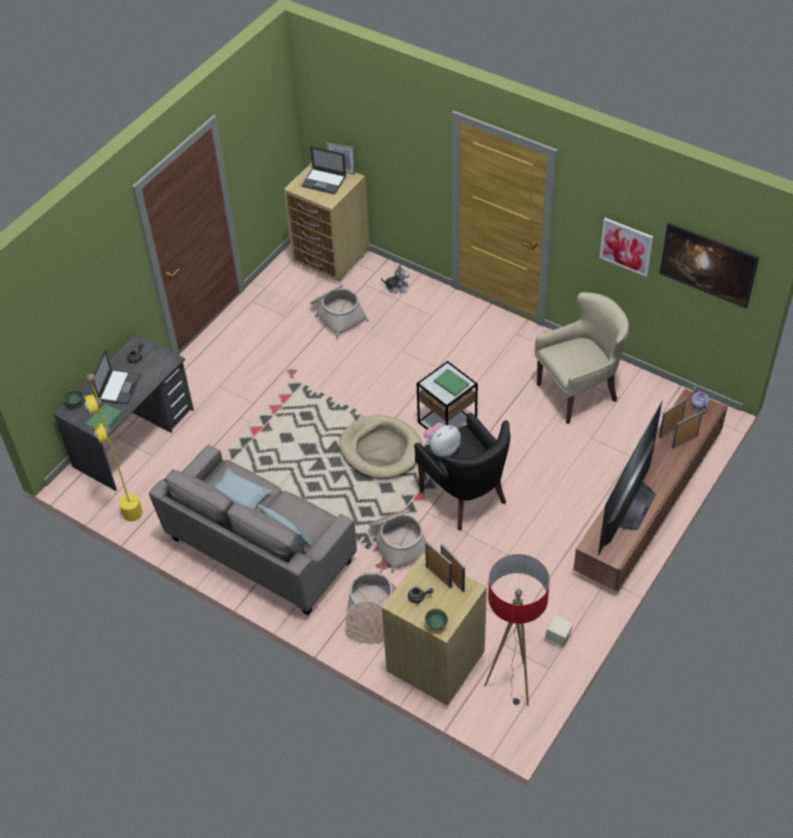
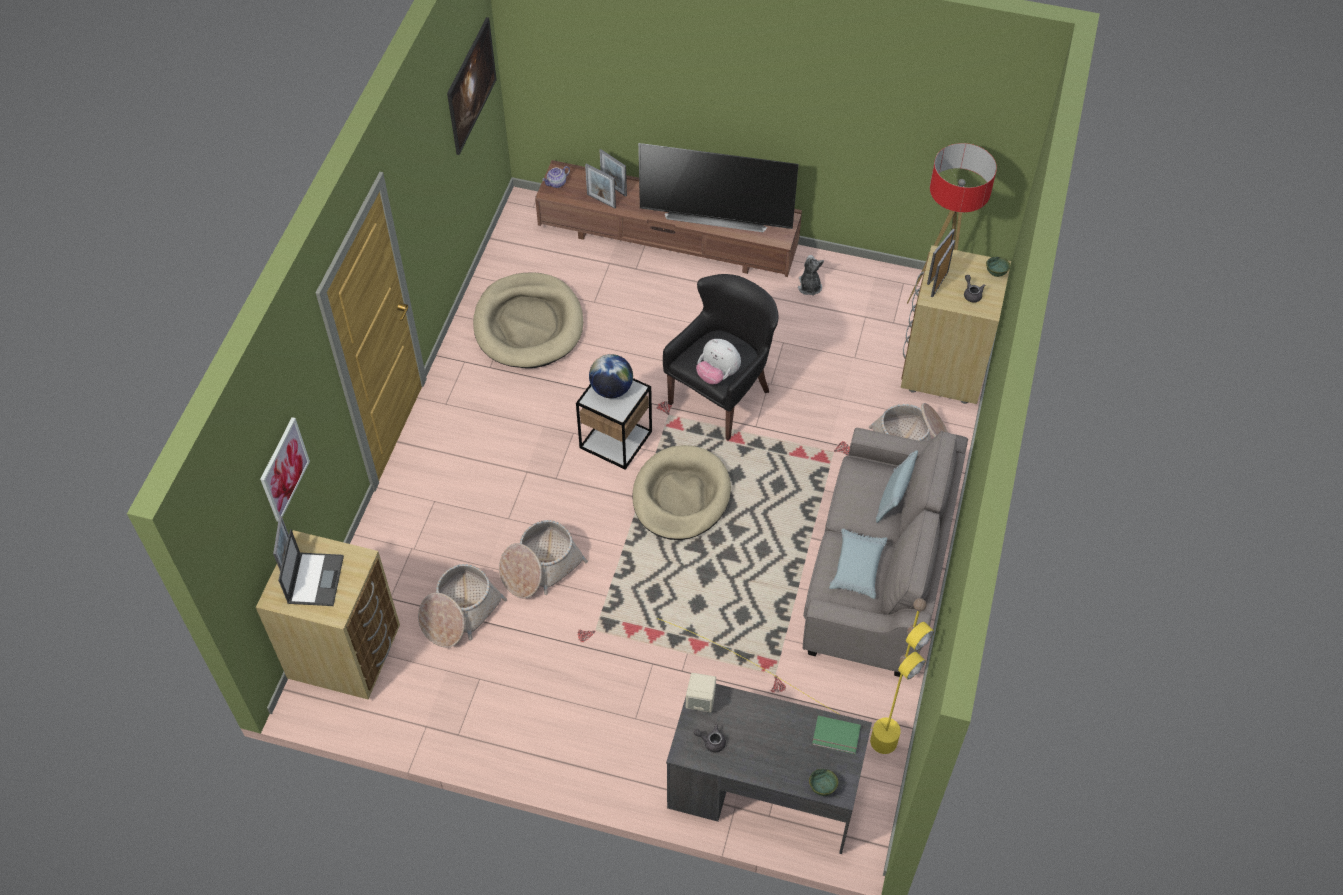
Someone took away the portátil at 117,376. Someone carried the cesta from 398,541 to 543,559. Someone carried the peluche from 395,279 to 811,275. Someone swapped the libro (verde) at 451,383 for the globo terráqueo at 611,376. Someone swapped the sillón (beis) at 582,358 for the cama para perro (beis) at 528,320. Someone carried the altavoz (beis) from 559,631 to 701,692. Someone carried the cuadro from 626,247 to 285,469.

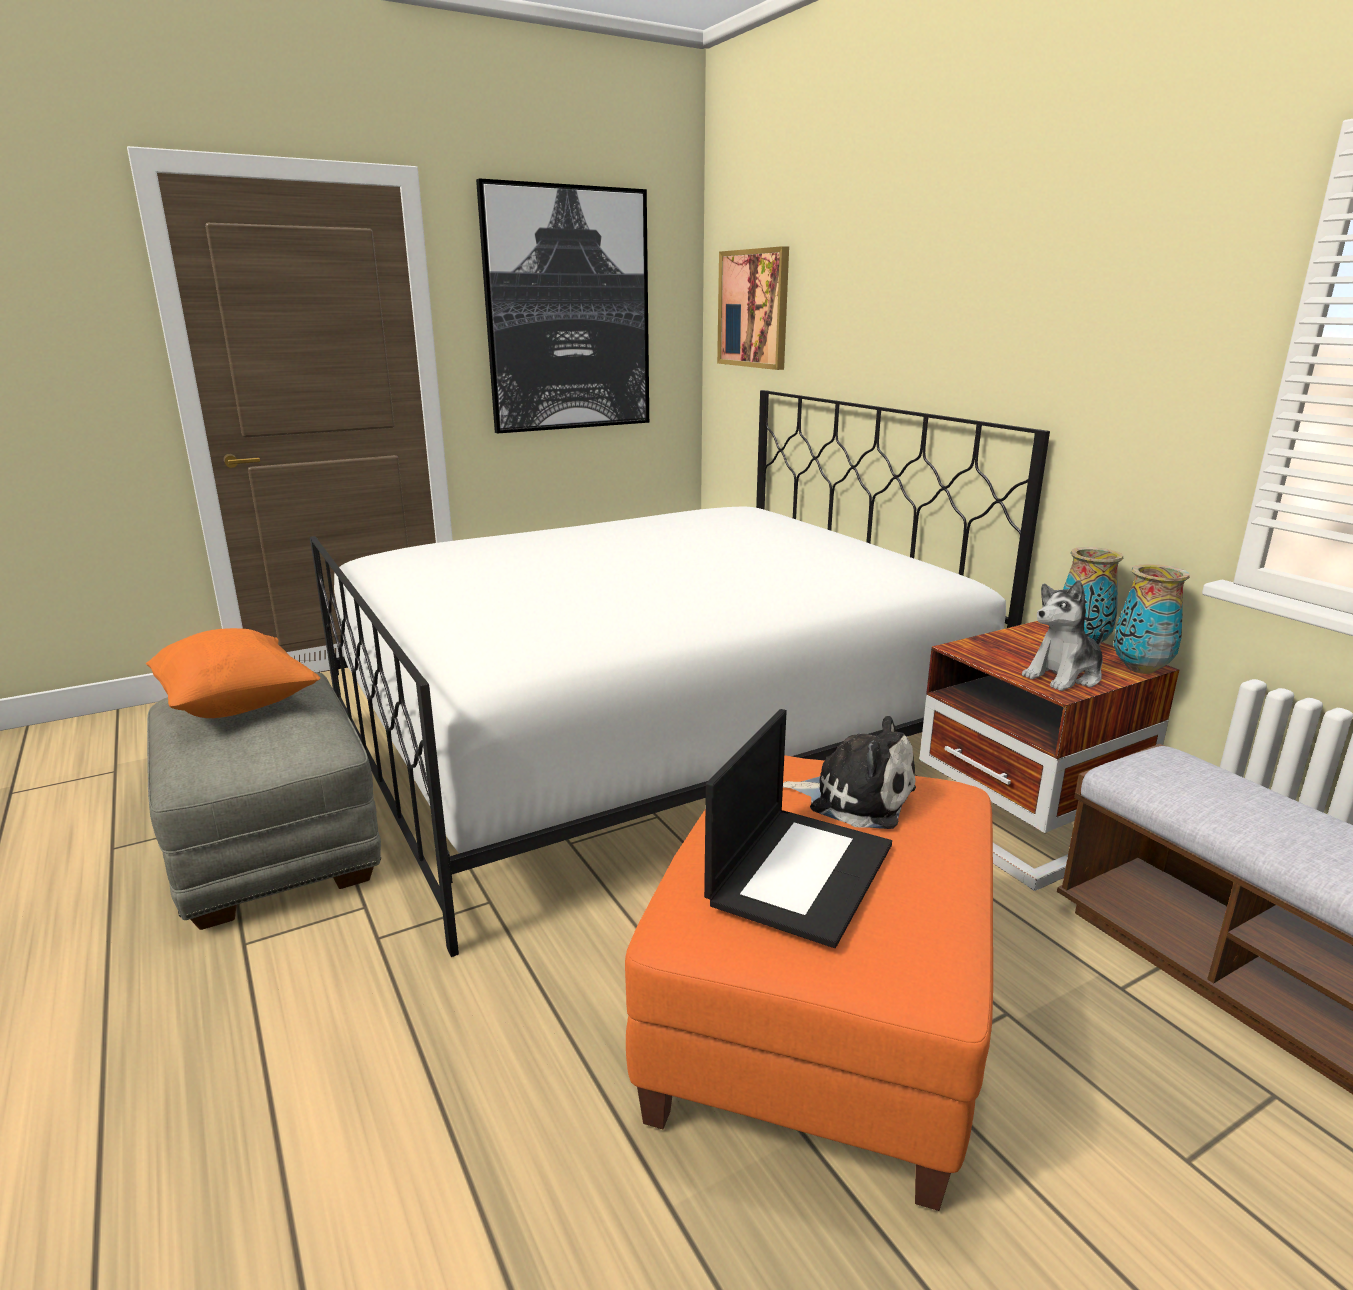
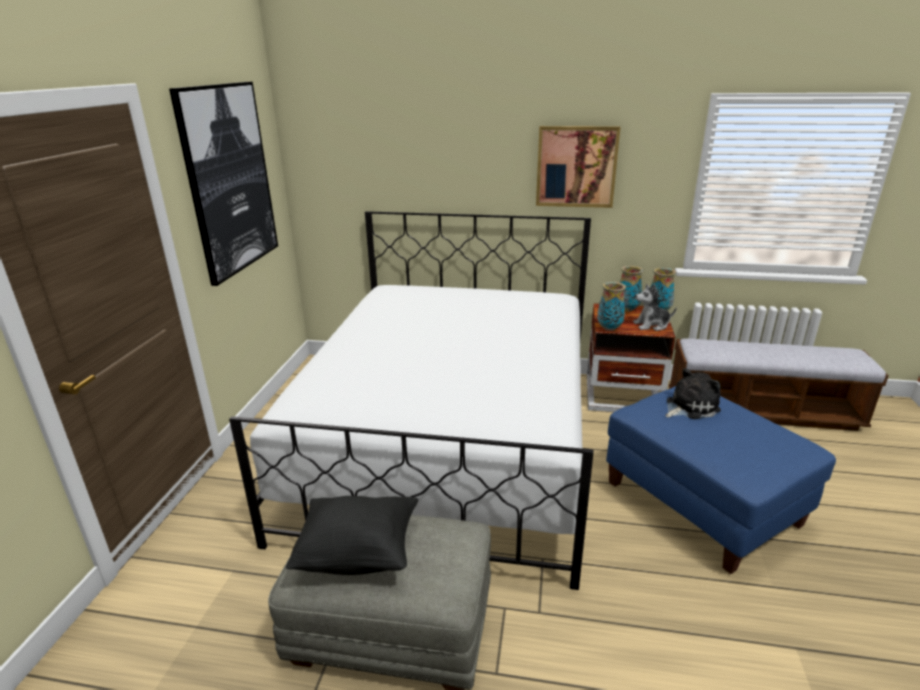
Someone repainted the cojín (naranja) at 233,673, which became the cojín (negro) at 352,535. Someone repainted the puf (naranja) at 809,983, which became the puf (azul) at 721,480. Someone took away the portátil at 798,828. Someone carried the cuadro from 753,308 to 578,167. Someone rotated the peluche at 1063,635 by 75 degrees clockwise. Someone put down the florero at 611,306.

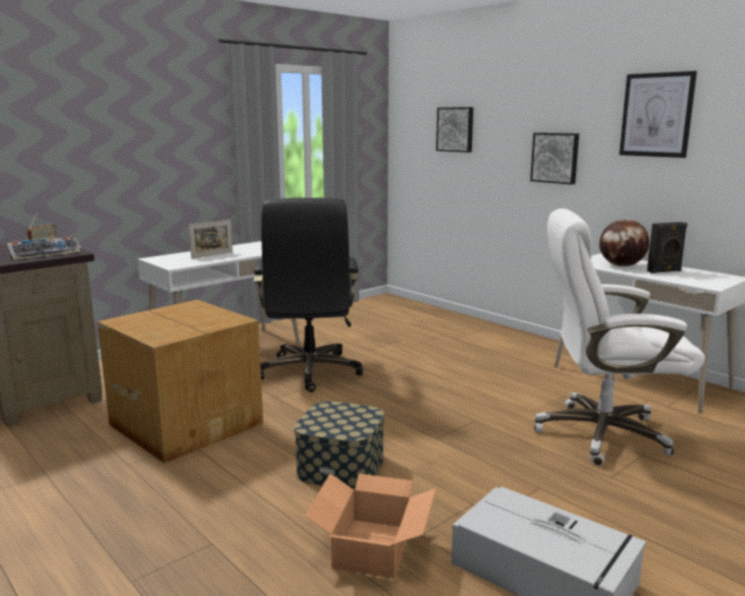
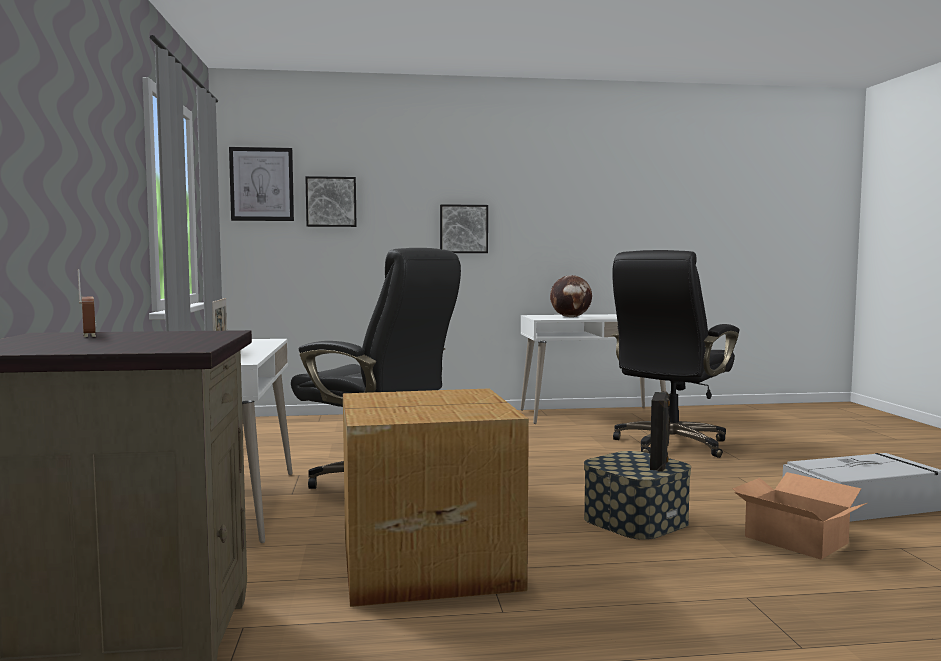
Someone took away the teclado at 44,248. Someone repainted the silla de oficina (blanco) at 620,337, which became the silla de oficina (negro) at 676,354. Someone carried the cuadro from 658,114 to 261,184. Someone carried the altavoz (negro) from 667,247 to 660,432.

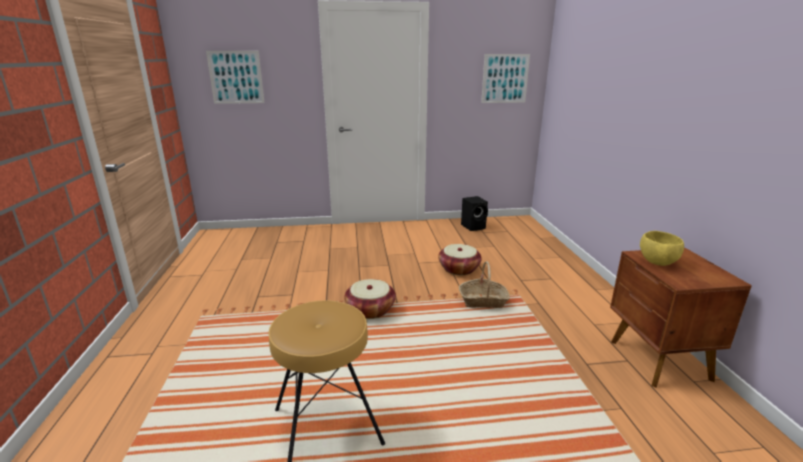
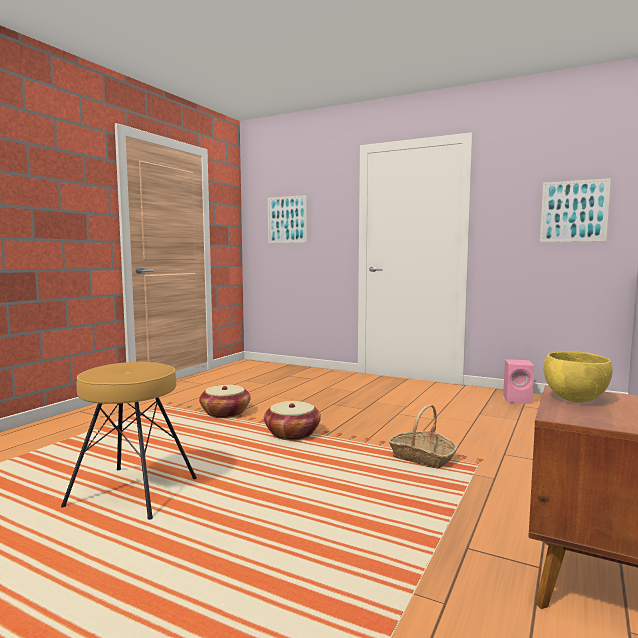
Someone carried the cesta from 460,259 to 225,401. Someone repainted the altavoz (negro) at 474,213, which became the altavoz (rosa) at 518,381.

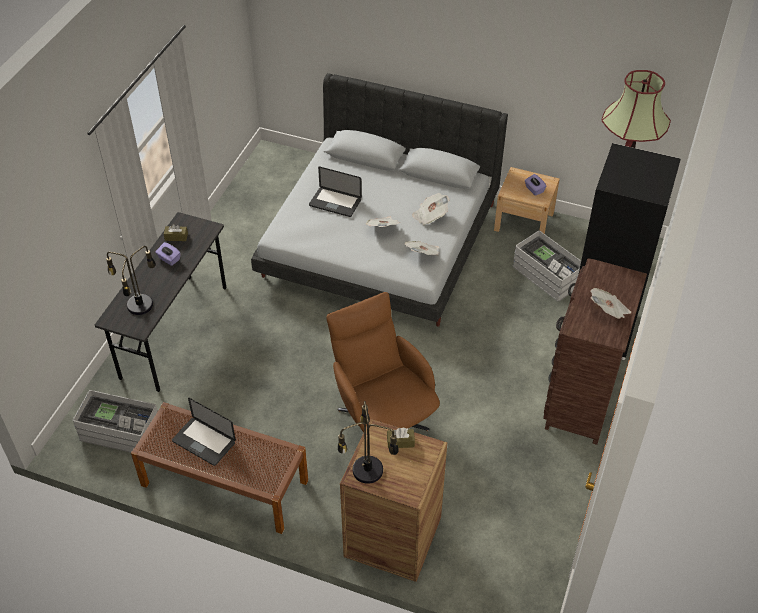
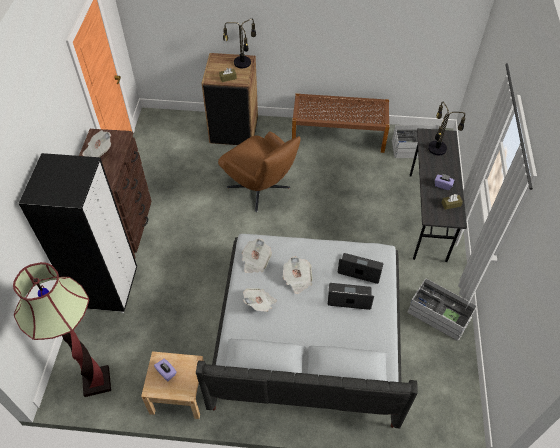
Someone carried the portátil from 204,432 to 360,268. Someone carried the caja de almacenaje (gris) from 547,266 to 442,310.

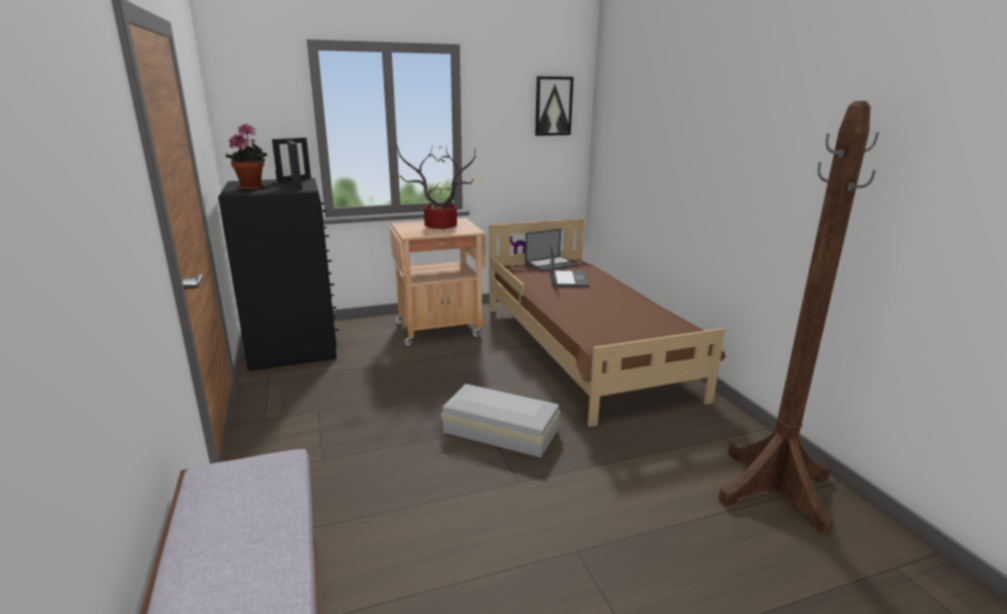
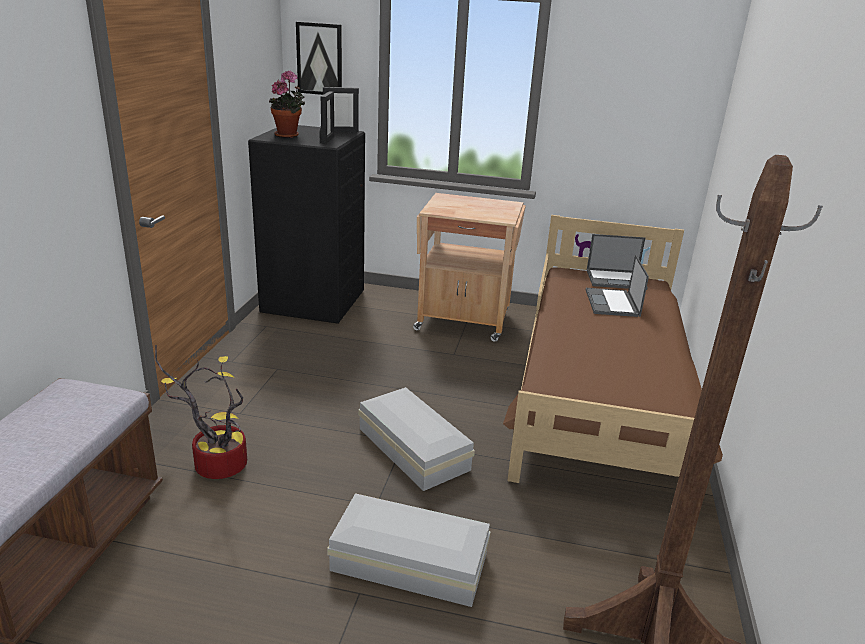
Someone carried the planta en maceta from 437,187 to 201,412. Someone carried the cuadro from 554,106 to 319,58. Someone rotated the portátil at 569,264 by 150 degrees clockwise. Someone put down the caja de almacenaje (blanco) at 409,550.

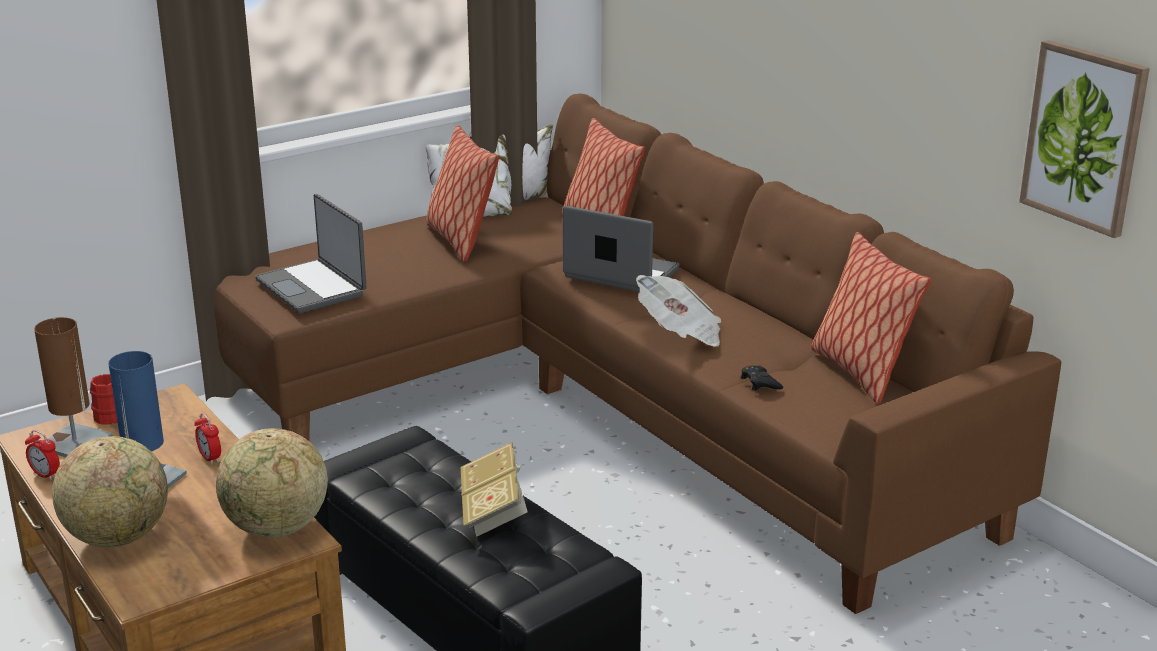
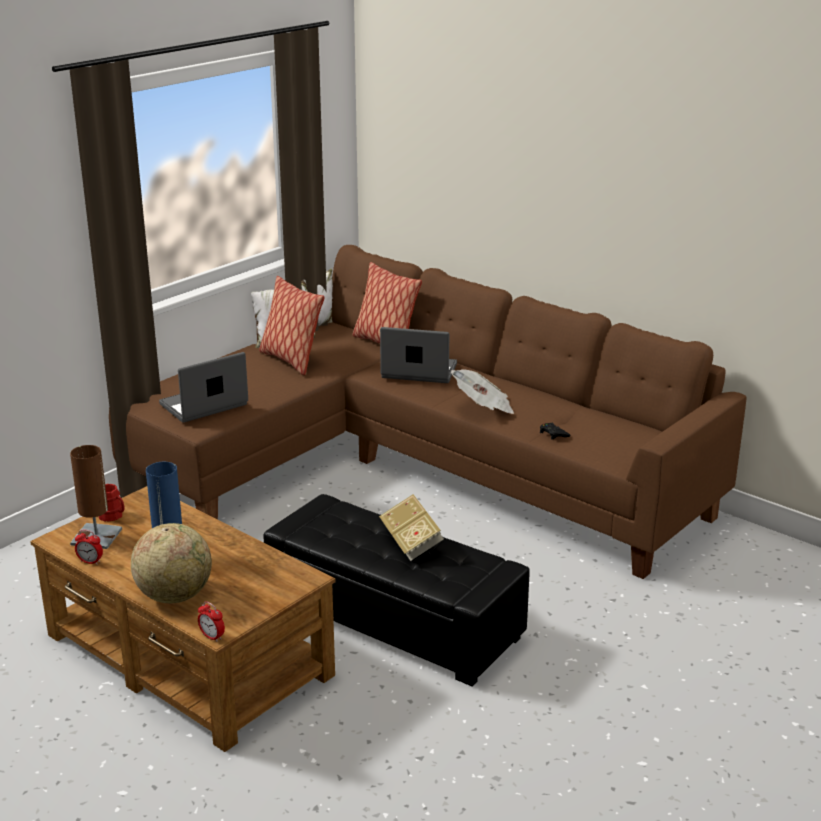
Someone carried the despertador from 207,438 to 211,621. Someone took away the globo terráqueo at 272,482. Someone rotated the portátil at 311,253 by 105 degrees clockwise. Someone took away the cojín at 871,318. Someone took away the cuadro at 1084,139.

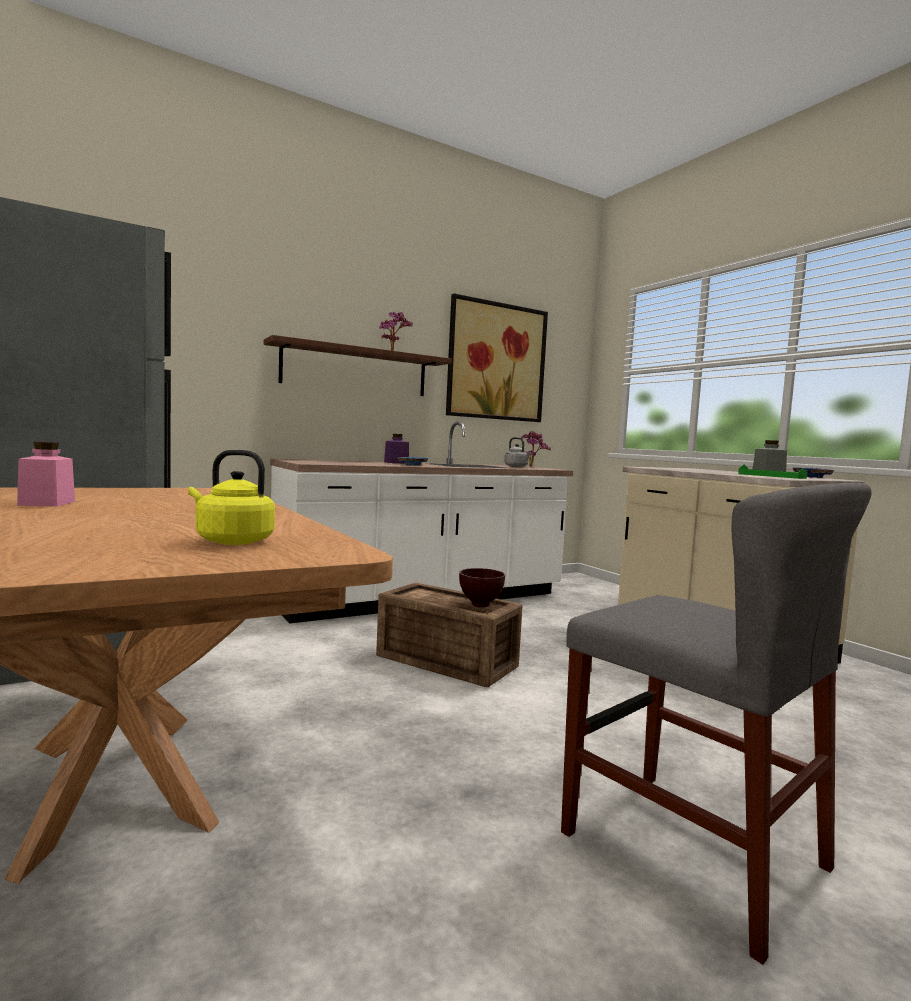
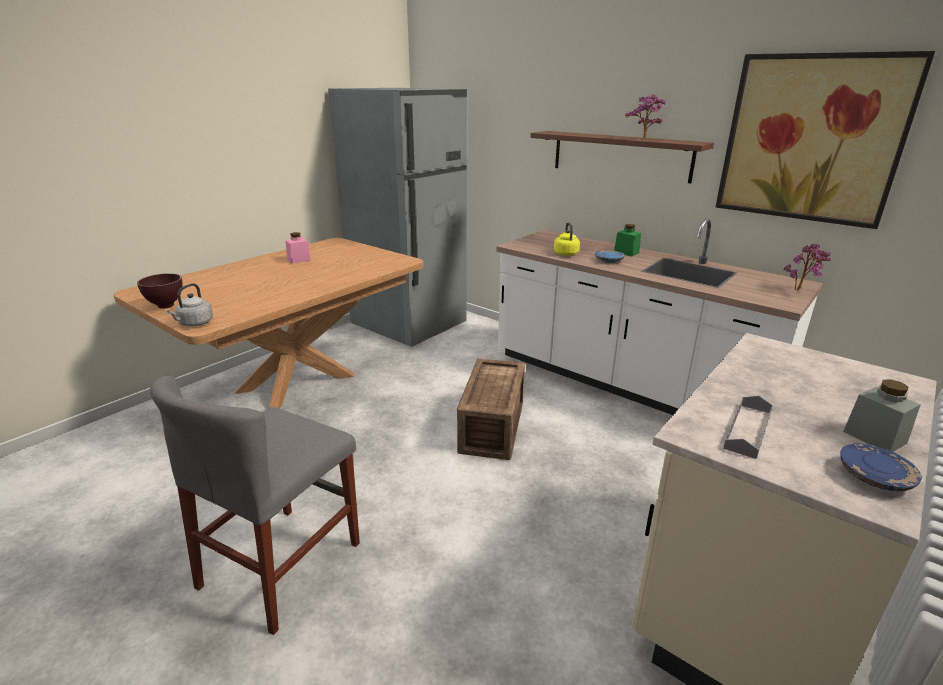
Someone carried the hervidor (amarillo) from 231,497 to 567,239. Someone repainted the tarro (morado) at 396,448, which became the tarro (verde) at 627,240. Someone carried the cuenco (marrón) from 482,588 to 160,291. Someone carried the hervidor (gris) from 517,452 to 190,305. Someone repainted the bandeja (verde) at 772,471, which became the bandeja (gris) at 748,427.

